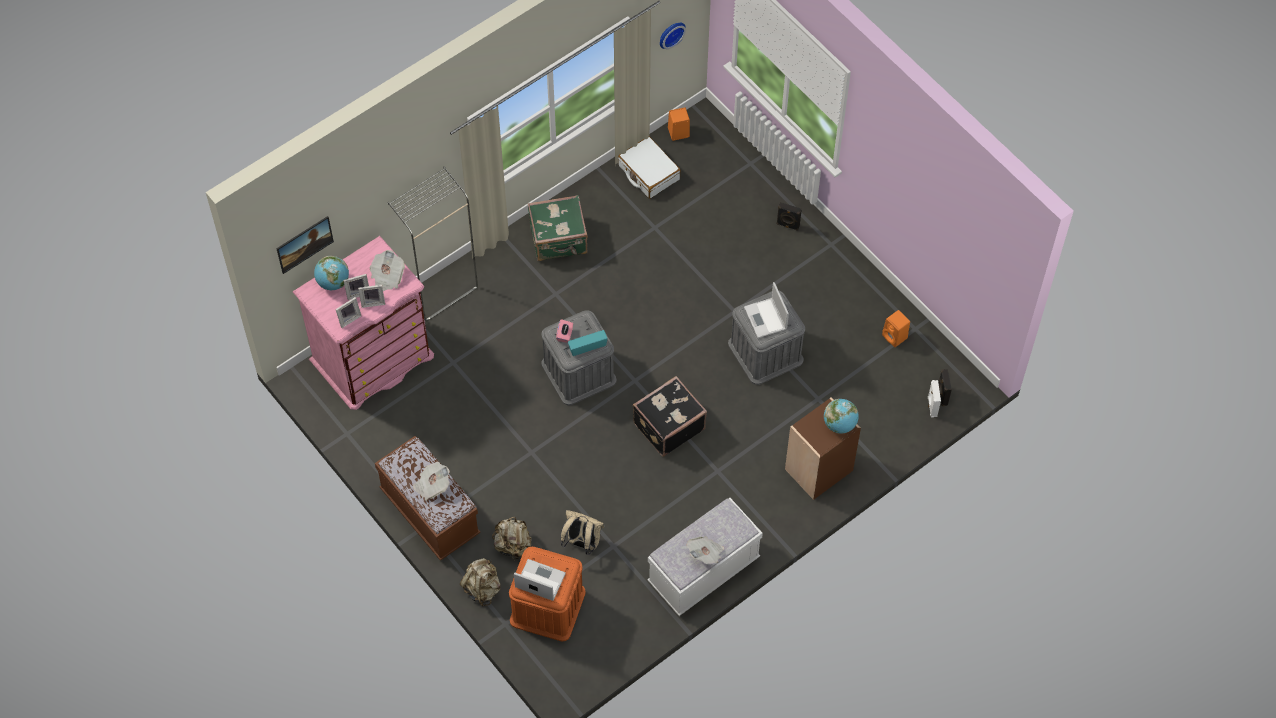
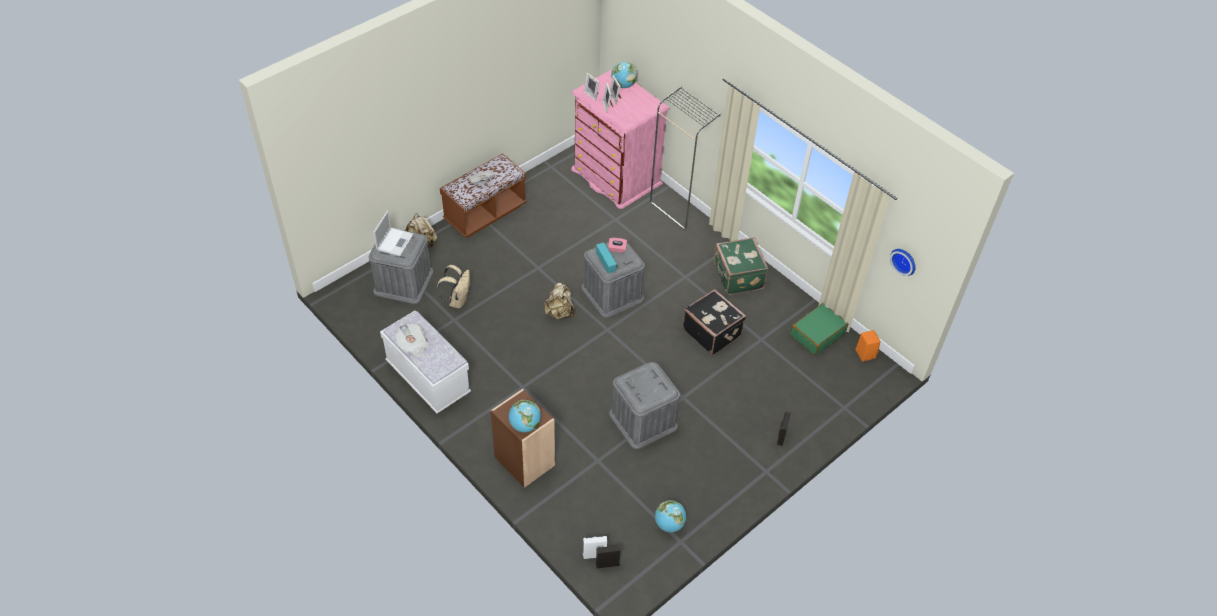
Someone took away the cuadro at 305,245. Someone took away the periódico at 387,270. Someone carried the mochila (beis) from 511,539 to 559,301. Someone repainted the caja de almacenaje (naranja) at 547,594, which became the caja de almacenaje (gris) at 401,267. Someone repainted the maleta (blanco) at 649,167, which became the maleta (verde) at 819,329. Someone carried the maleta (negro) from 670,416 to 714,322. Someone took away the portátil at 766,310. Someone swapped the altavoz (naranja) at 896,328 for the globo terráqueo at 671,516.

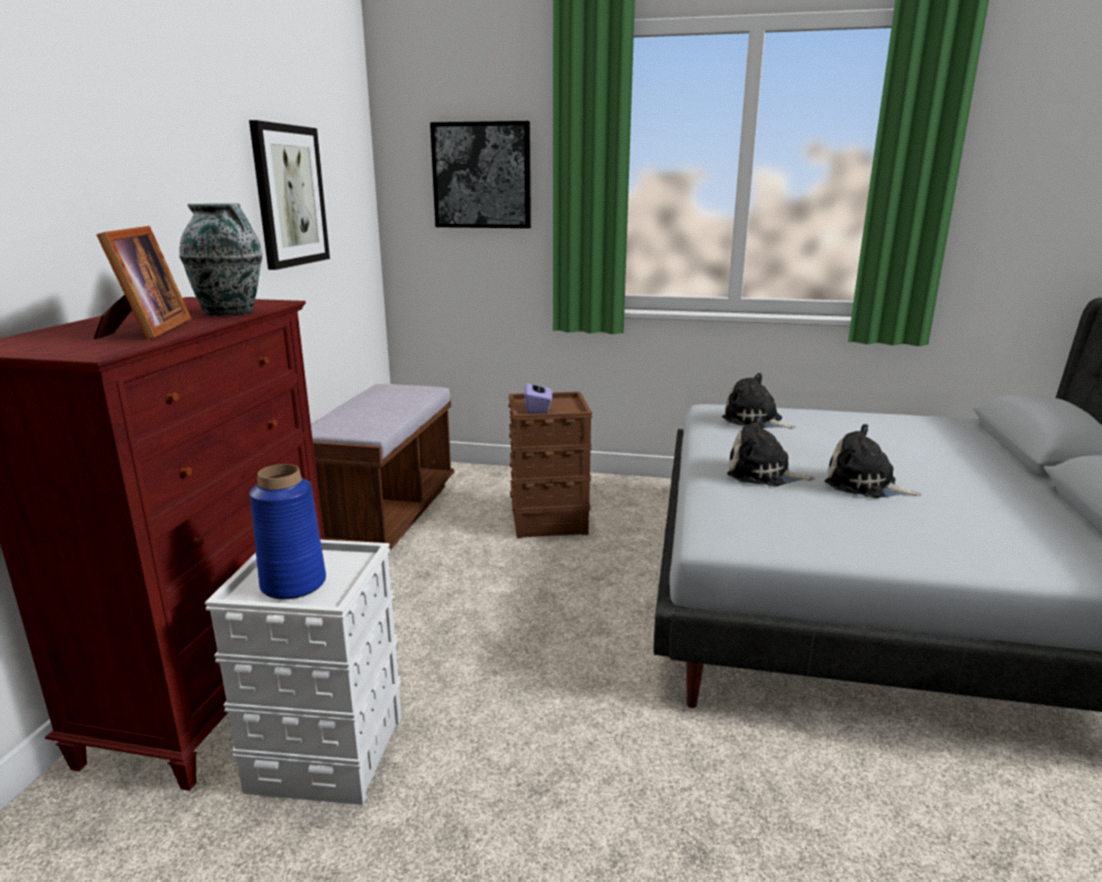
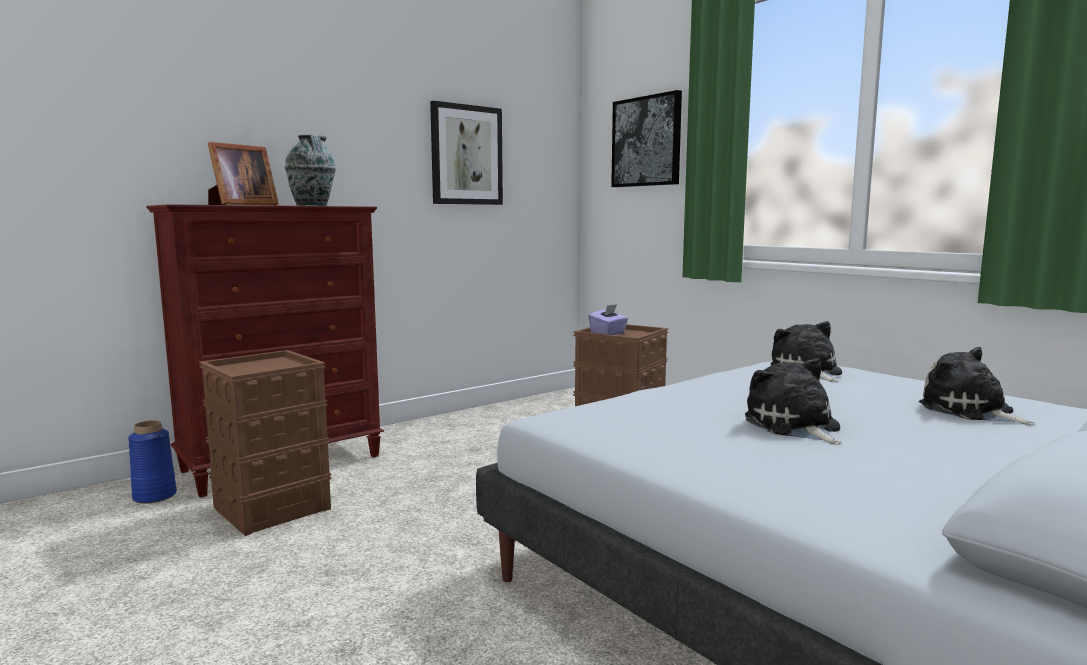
Someone repainted the caja de almacenaje (blanco) at 303,672, which became the caja de almacenaje (marrón) at 265,443. Someone carried the florero (azul) from 287,531 to 152,462. Someone took away the banco (marrón) at 382,468. Someone carried the peluche from 771,450 to 976,386.

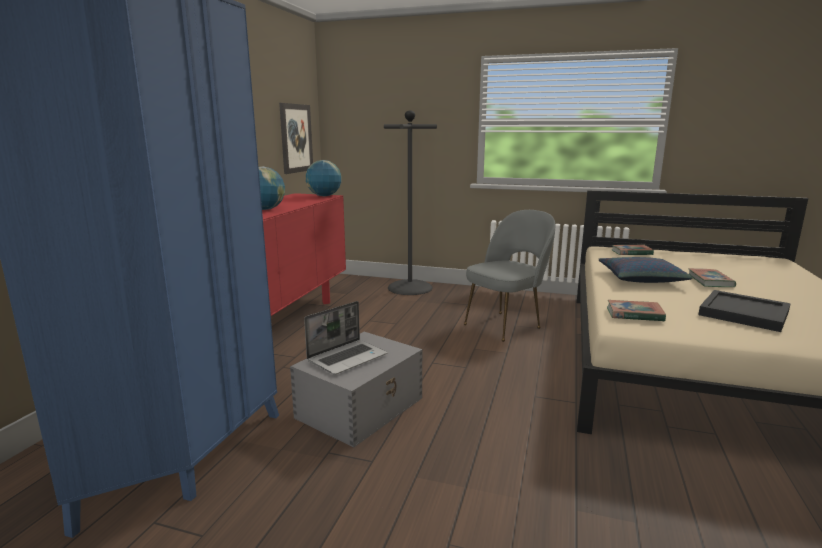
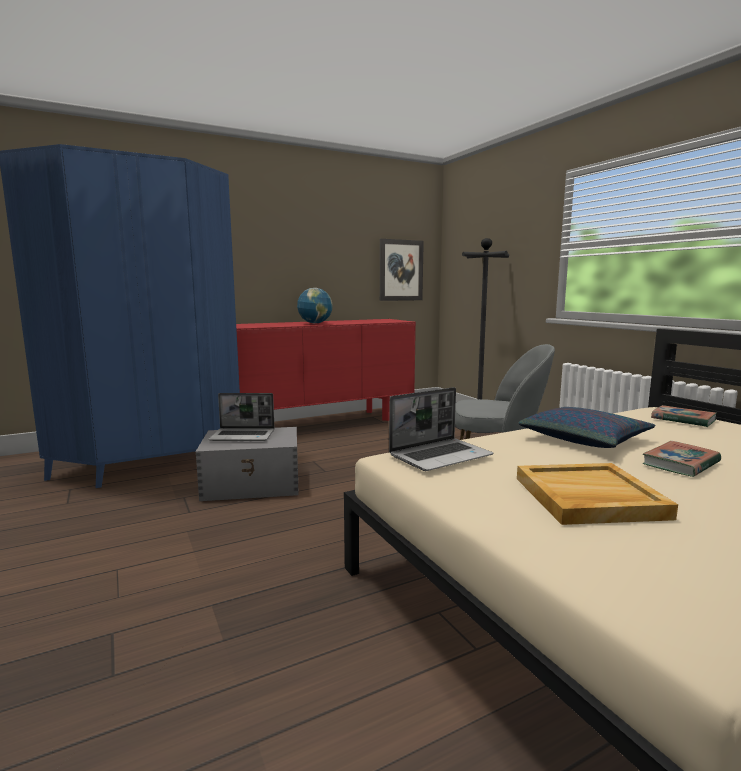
Someone took away the globo terráqueo at 323,178. Someone swapped the libro at 636,311 for the portátil at 441,429. Someone repainted the bandeja (negro) at 744,311, which became the bandeja (beis) at 597,494.

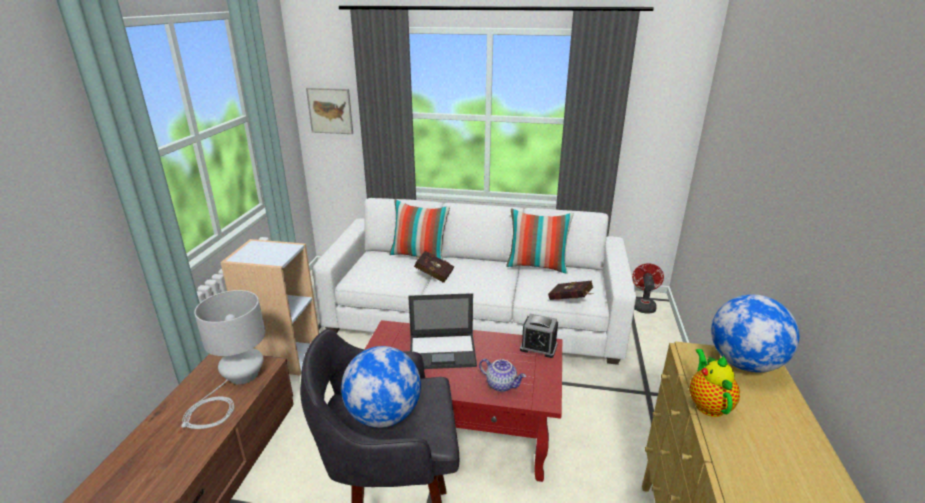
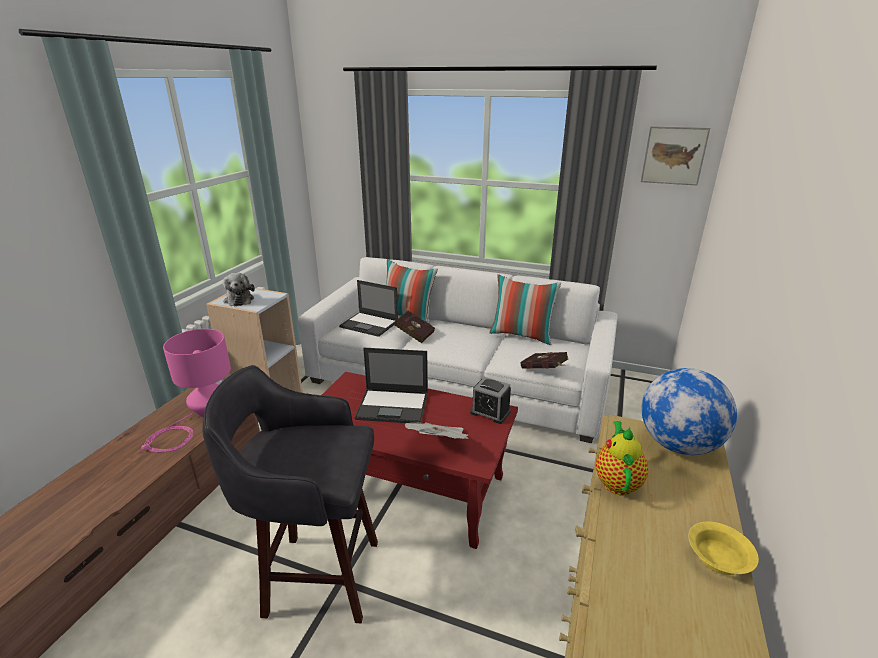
Someone repainted the lámpara de mesa (blanco) at 223,359, which became the lámpara de mesa (rosa) at 186,391. Someone carried the cuadro from 329,111 to 675,156. Someone took away the globo terráqueo at 381,387. Someone swapped the tetera at 502,375 for the periódico at 437,430. Someone took away the ventilador (rojo) at 648,288. Someone put down the peluche at 238,290. Someone put down the portátil at 368,308. Someone put down the cuenco (amarillo) at 723,548.

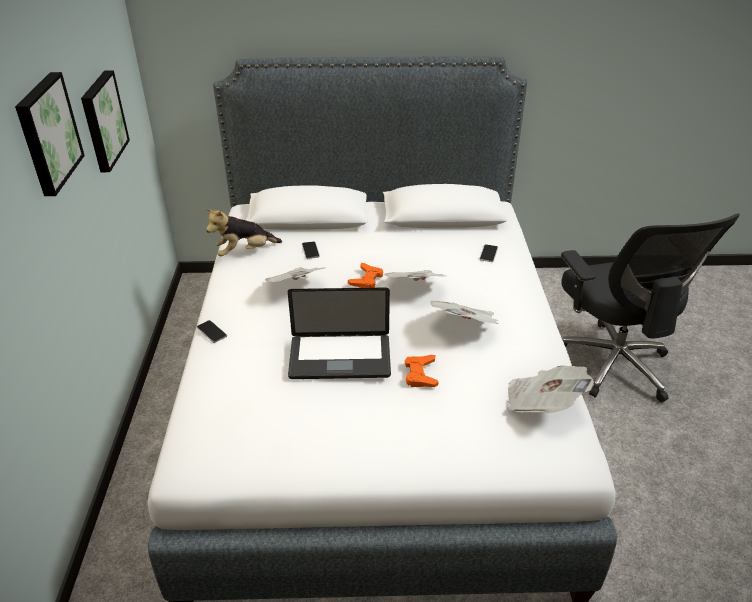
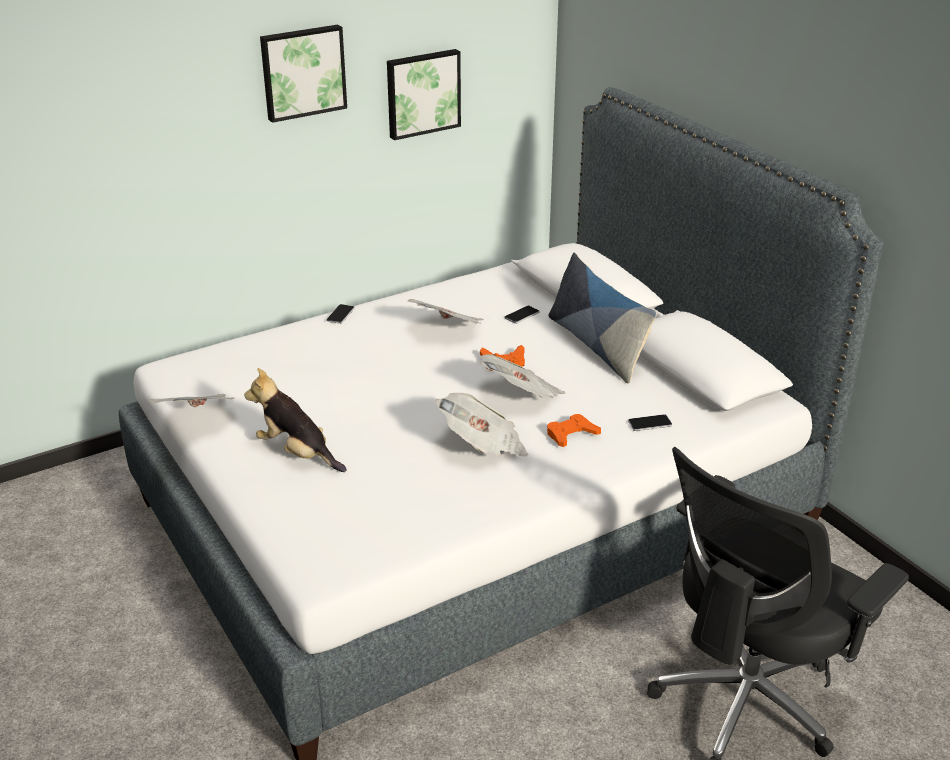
Someone carried the peluche from 244,232 to 295,420. Someone took away the portátil at 339,333. Someone carried the mando de consola (naranja) from 421,371 to 574,430. Someone carried the periódico from 550,389 to 191,400. Someone put down the cojín at 603,318.

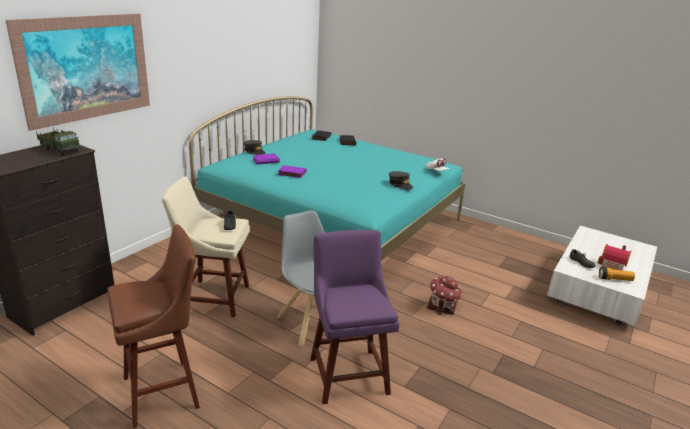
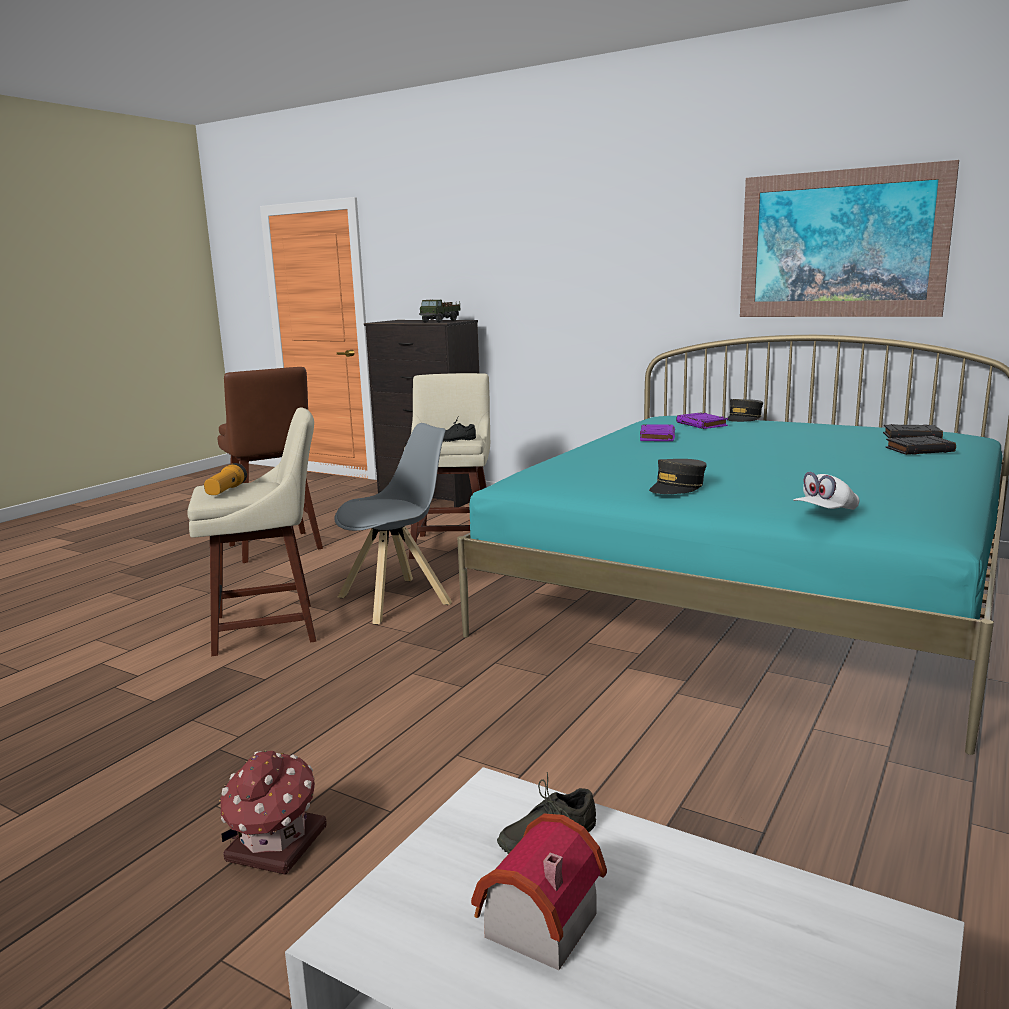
Someone carried the cuadro from 77,72 to 849,238. Someone repainted the taburete (morado) at 354,317, which became the taburete (beis) at 251,532. Someone carried the casita from 444,295 to 273,812. Someone carried the linterna from 617,274 to 225,479.

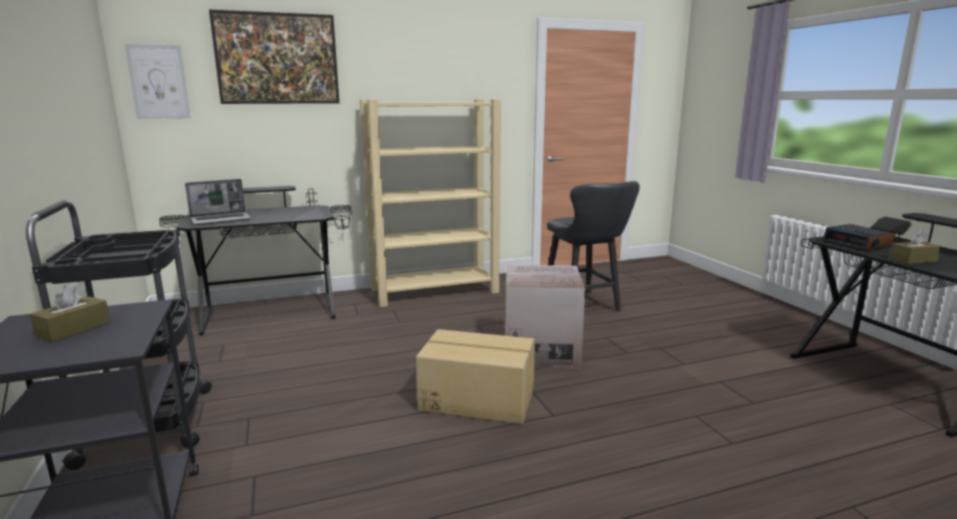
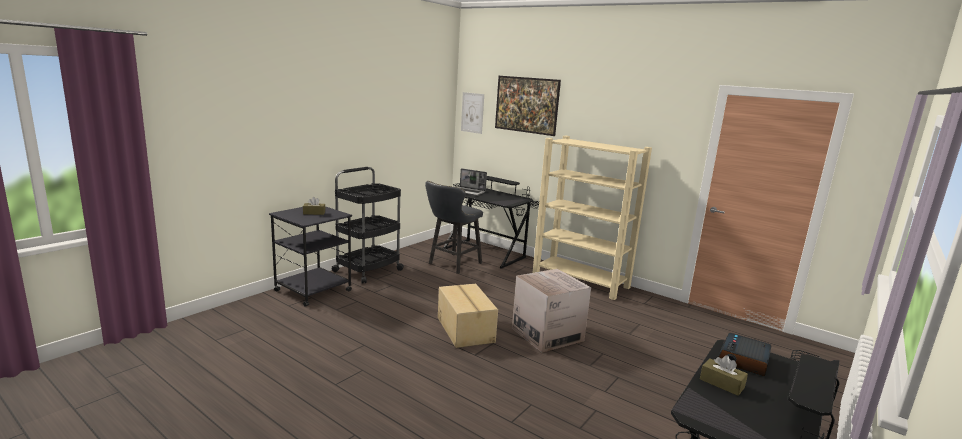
Someone carried the taburete (gris) from 593,246 to 454,227.

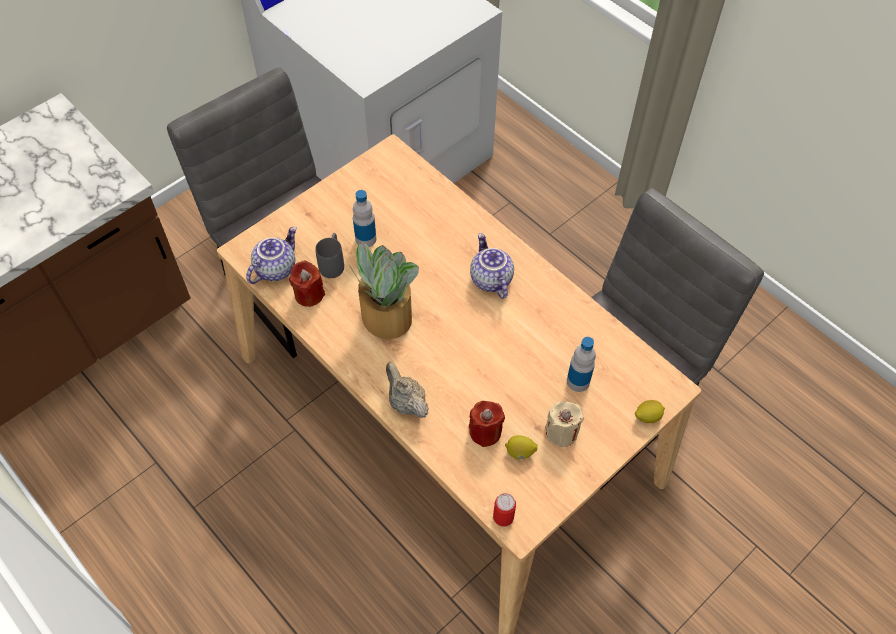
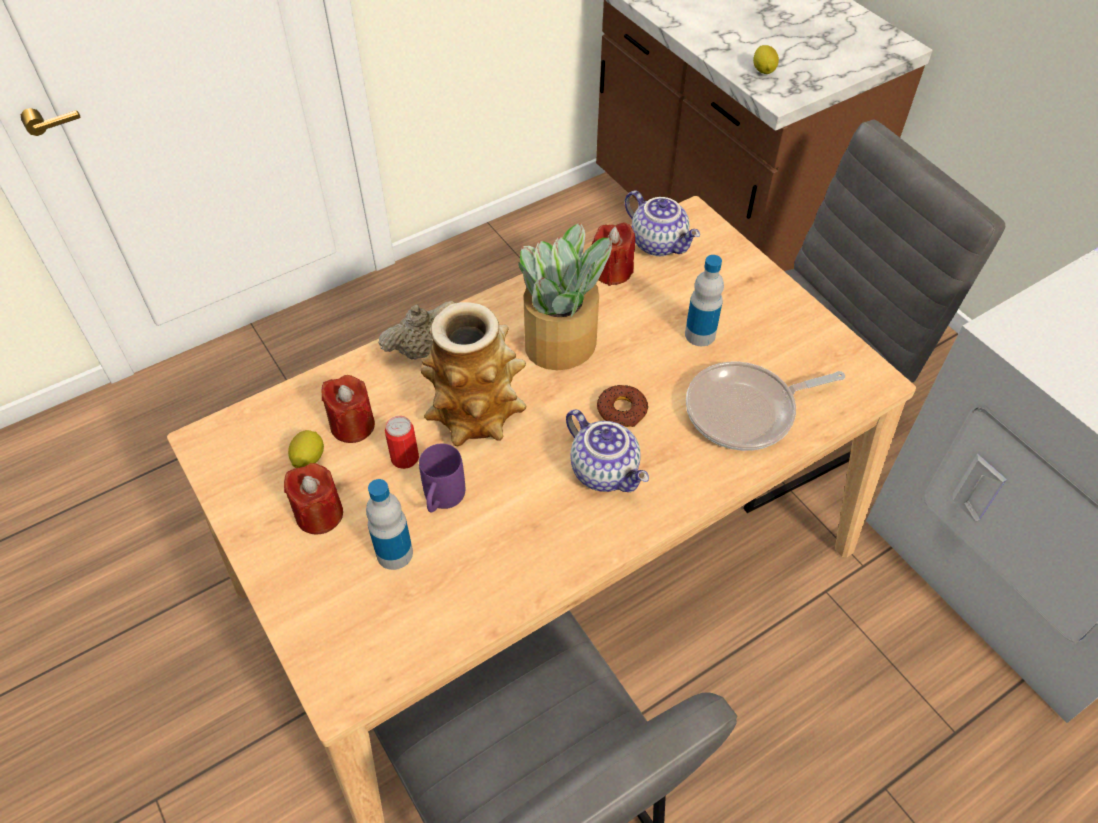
Someone took away the taza grande (gris) at 329,255. Someone rotated the tetera at 492,266 by 60 degrees clockwise. Someone carried the lata from 504,510 to 402,442. Someone repainted the vela (beis) at 564,424, which became the vela (rojo) at 313,498. Someone carried the limón from 650,411 to 766,59. Someone put down the taza grande (morado) at 442,478. Someone put down the florero at 474,374. Someone put down the rosquilla at 623,406. Someone put down the sartén at 765,406.

